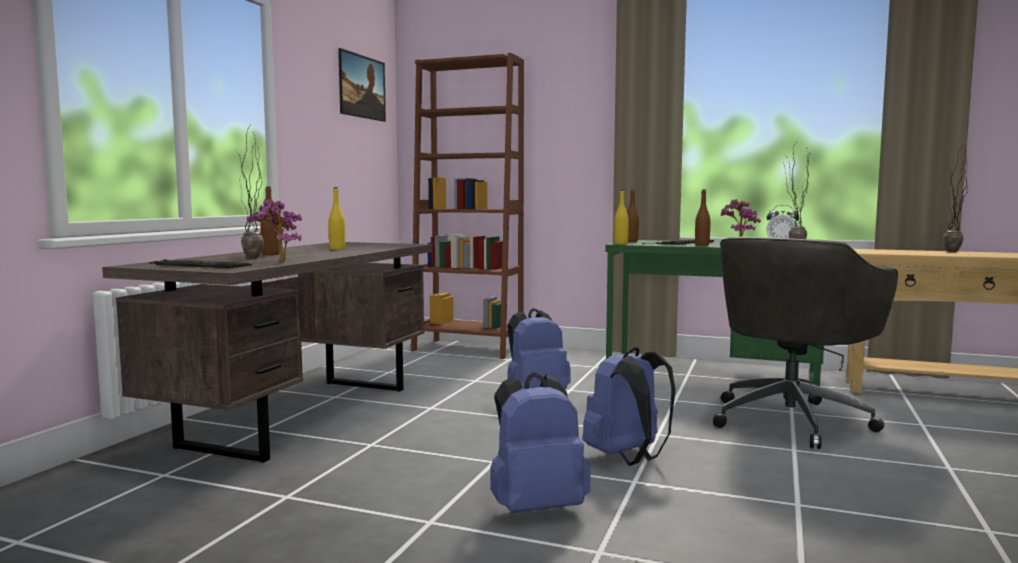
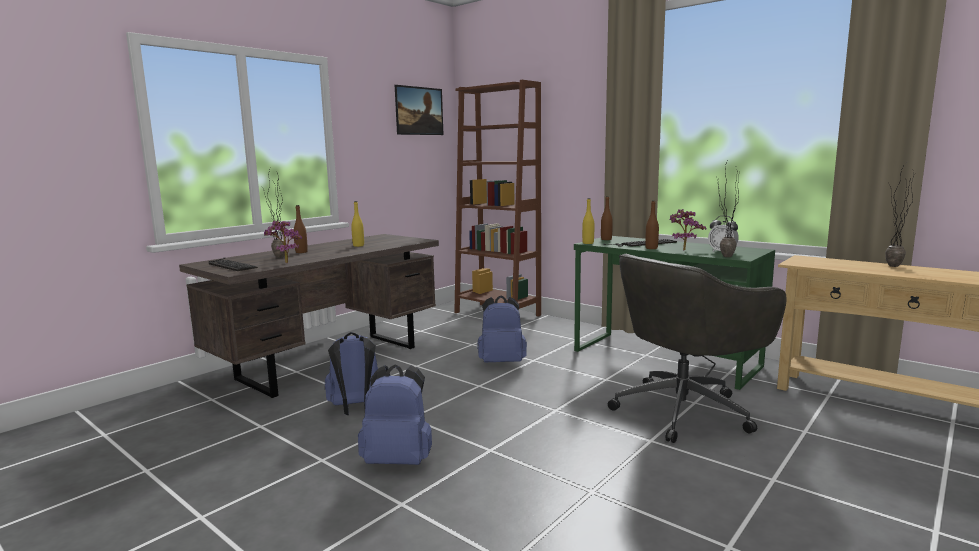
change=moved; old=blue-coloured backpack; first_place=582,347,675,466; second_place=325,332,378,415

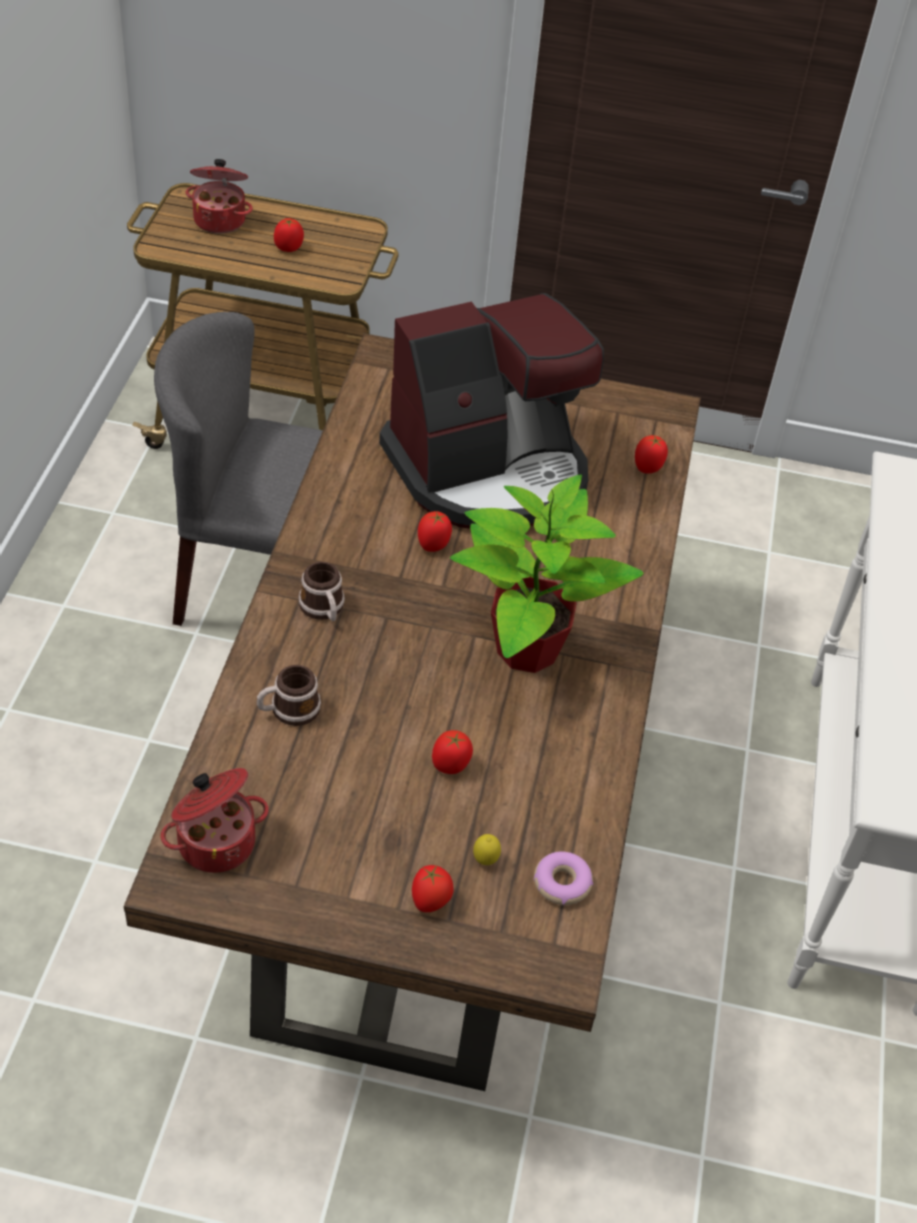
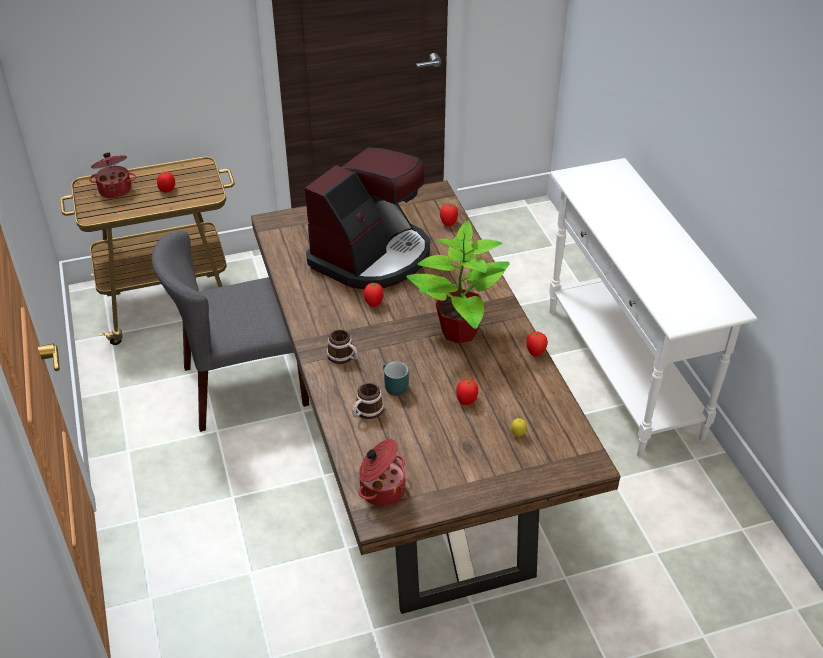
change=added; new=turquoise-coloured tea mug; second_place=383,361,409,396
change=moved; old=whole tomato; first_place=412,865,454,912; second_place=527,331,548,357
change=removed; old=doughnut; first_place=534,851,593,905

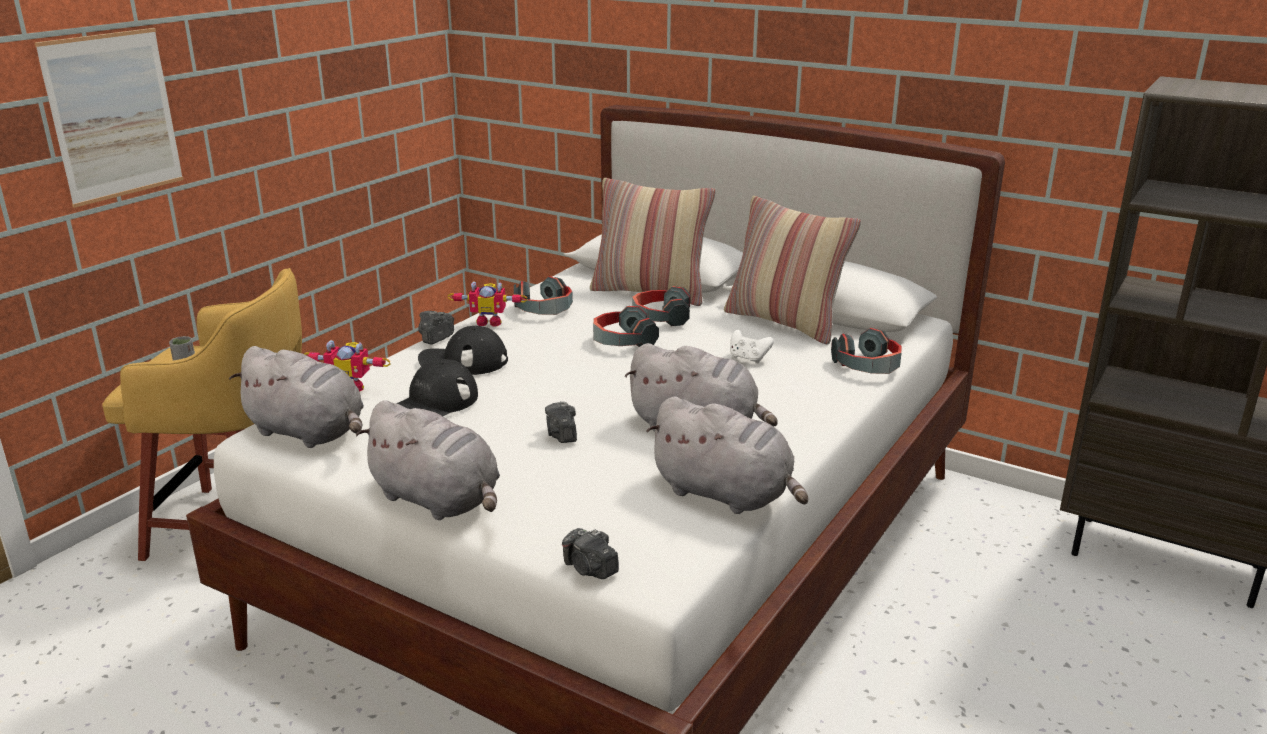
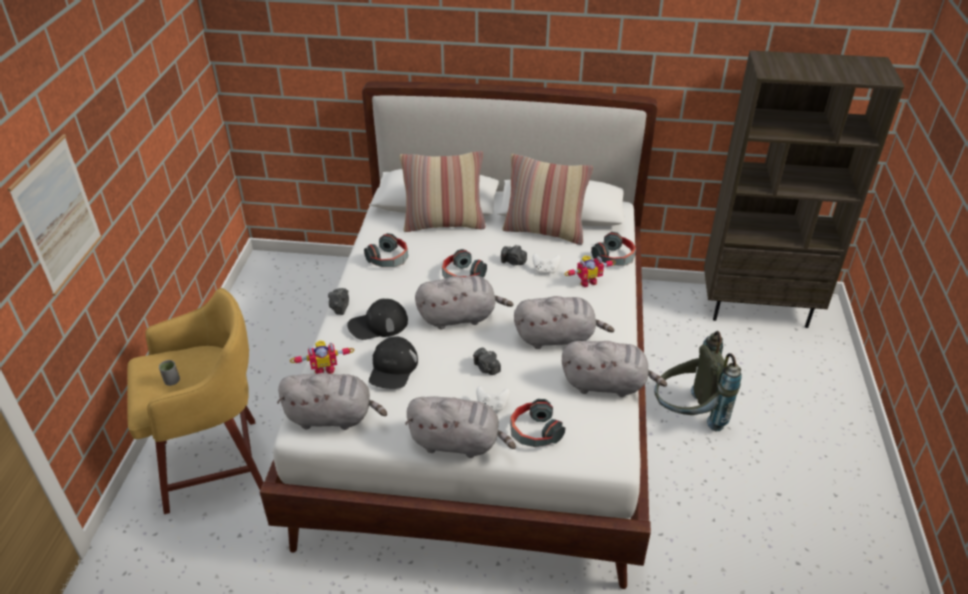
change=added; new=gray cuddly toy; second_place=415,276,513,330
change=added; new=white-coloured joypad; second_place=476,386,510,411
change=moved; old=photo camera; first_place=562,528,619,579; second_place=501,245,527,266
change=moved; old=headset; first_place=632,286,691,326; second_place=510,399,565,447
change=moved; old=toy robot; first_place=448,281,528,326; second_place=565,256,616,287
change=added; new=gray backpack; second_place=654,331,742,432

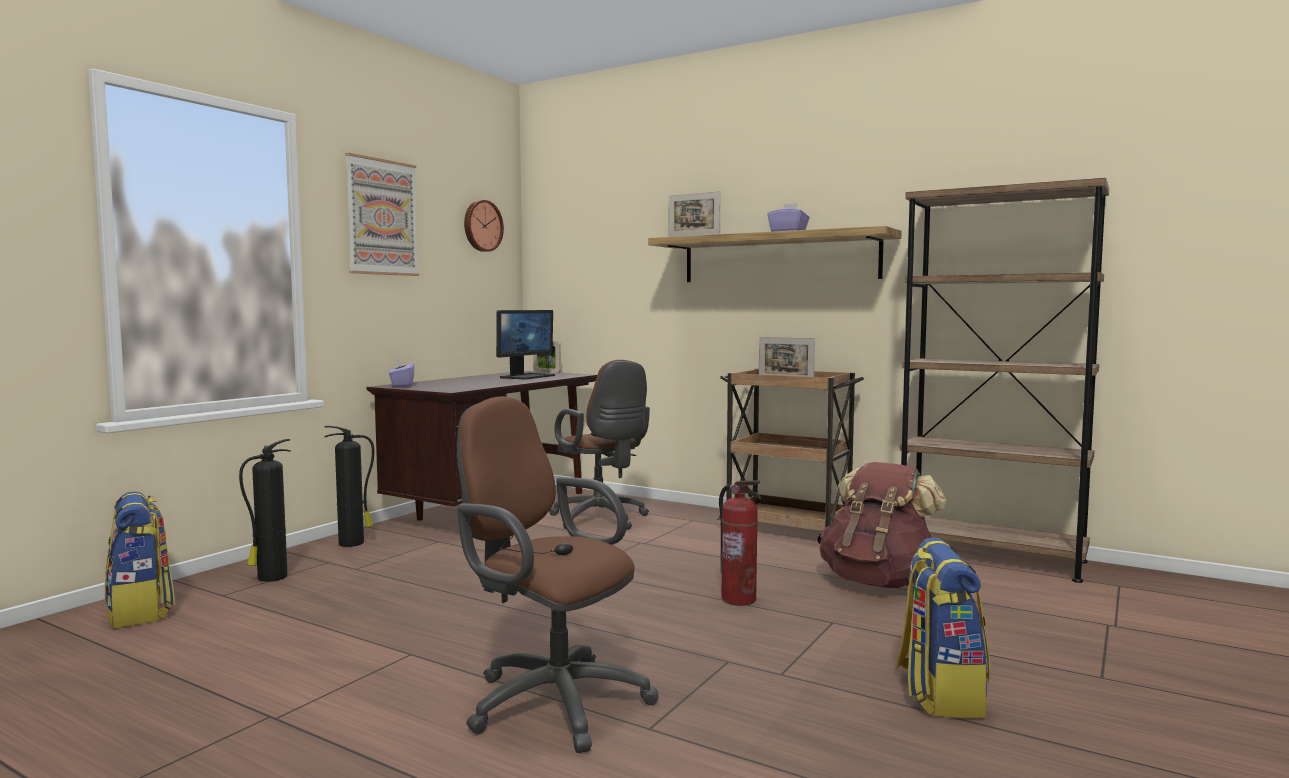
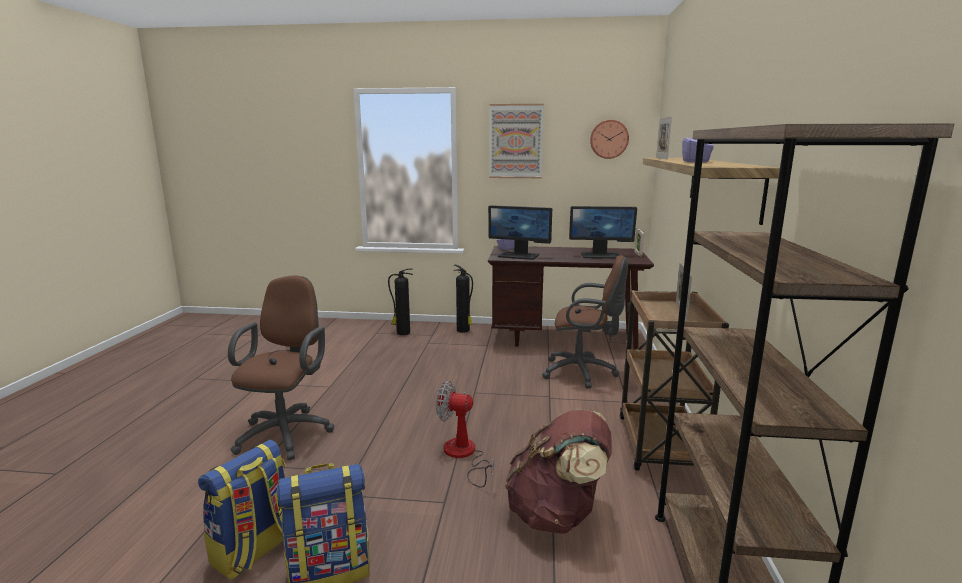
change=moved; old=backpack; first_place=105,491,175,628; second_place=198,440,285,580
change=replaced; old=extinguisher; new=cooling fan; first_place=719,480,761,606; second_place=436,381,494,488
change=added; new=monitor; second_place=488,205,552,260
change=turned; old=brown-coloured office chair; first_place=549,360,650,530; second_place=542,255,628,389; degrees=-105

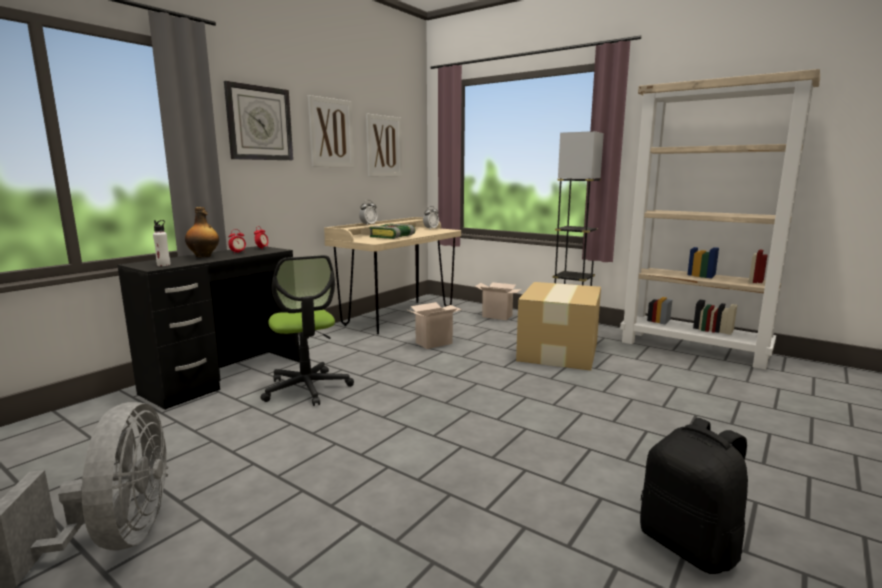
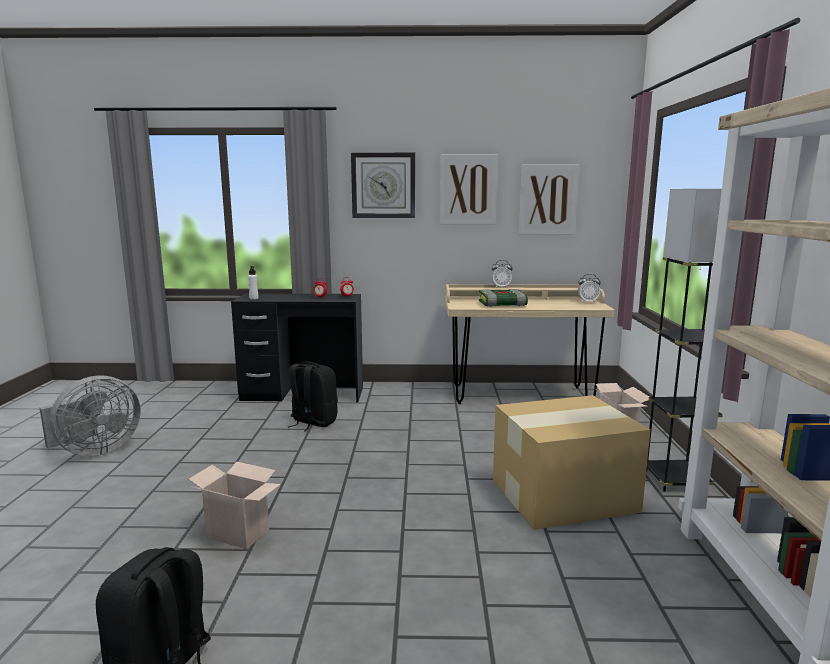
change=moved; old=cardboard box; first_place=406,302,462,349; second_place=189,462,281,549
change=replaced; old=office chair; new=blackish backpack; first_place=261,255,354,406; second_place=288,361,338,432
change=removed; old=beverage bottle; first_place=185,207,219,258

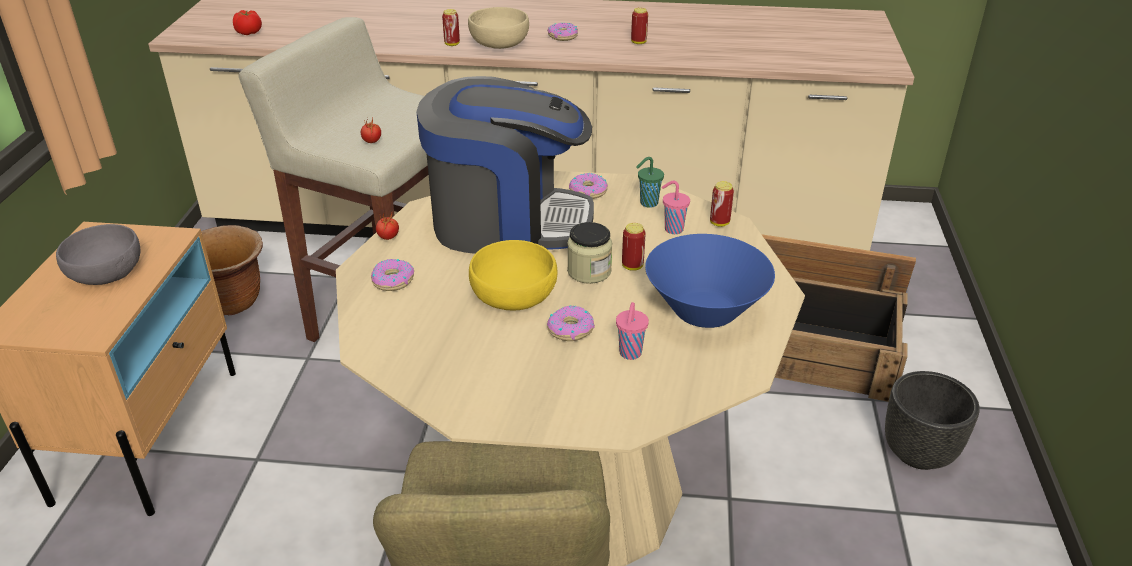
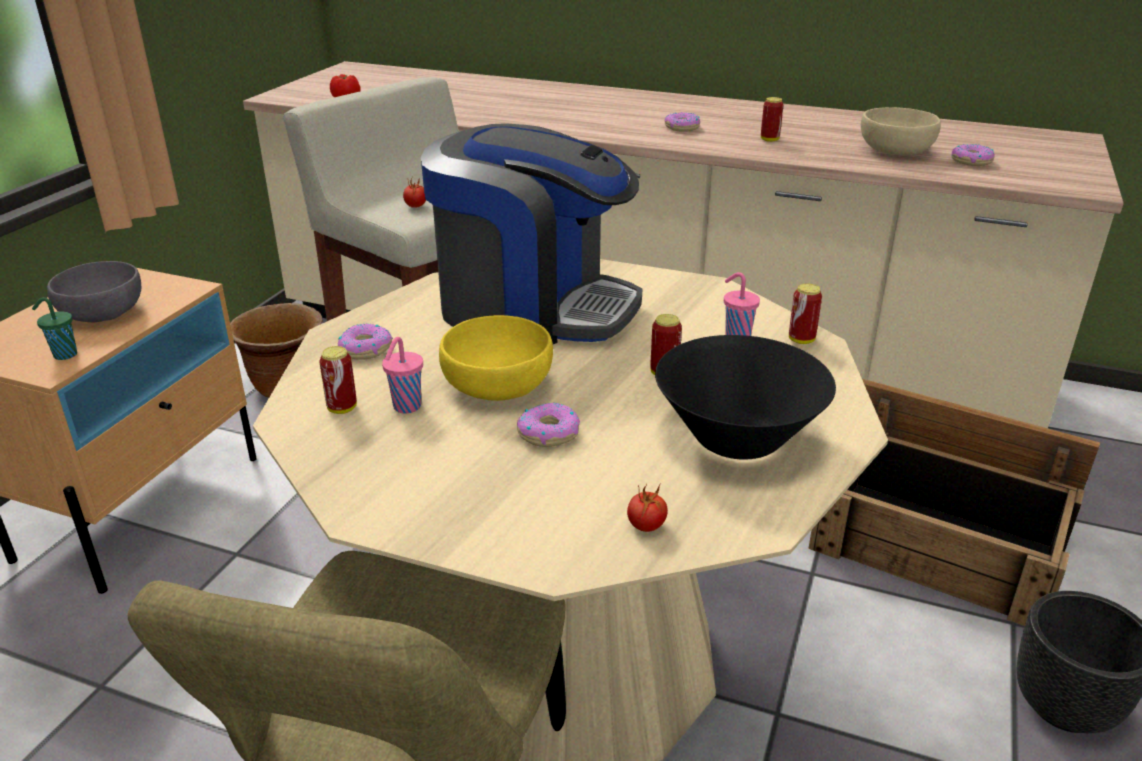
change=moved; old=green small cup; first_place=636,157,664,208; second_place=32,297,77,360
change=moved; old=can; first_place=442,9,460,46; second_place=319,346,357,414
change=moved; old=pink-coloured small cup; first_place=616,302,649,360; second_place=382,337,423,413
change=moved; old=whole tomato; first_place=376,213,399,240; second_place=627,485,668,532
change=recoloured; old=blue-coloured bowl; new=blackish bowl; first_place=645,234,775,328; second_place=655,335,836,460
change=moved; old=sand-coloured bowl; first_place=468,7,529,49; second_place=861,107,941,155
change=moved; old=doughnut; first_place=569,173,608,199; second_place=951,144,995,166
change=removed; old=jar; first_place=567,222,612,284

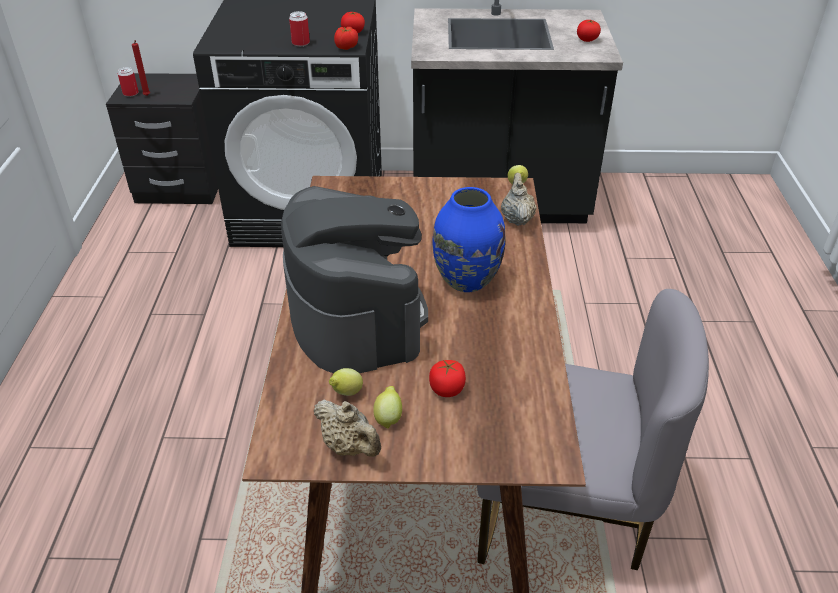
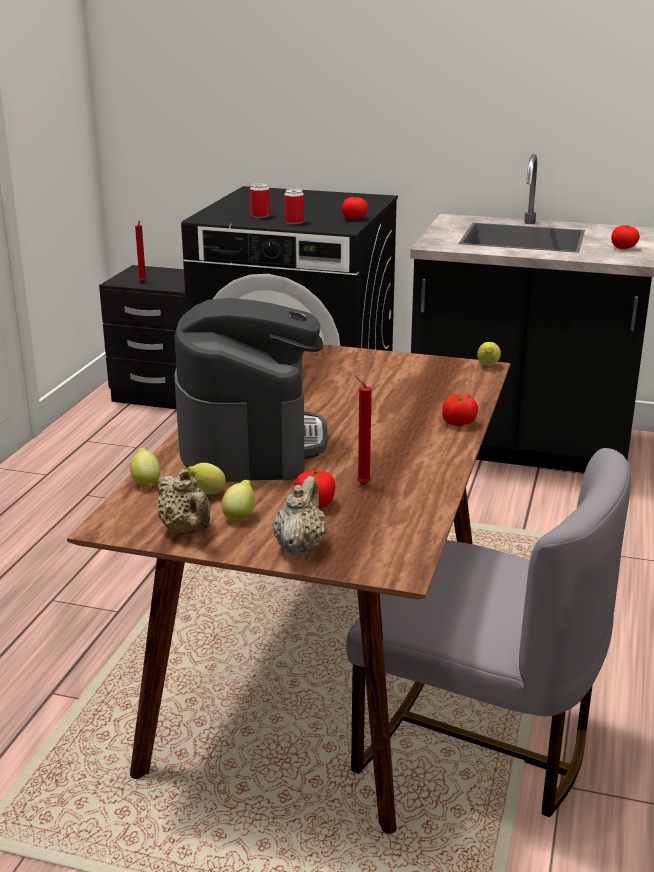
change=added; new=citrus fruit; second_place=130,448,161,488
change=moved; old=can; first_place=118,67,139,97; second_place=250,183,270,218
change=moved; old=sand-coloured tea pot; first_place=501,172,537,226; second_place=273,476,327,556
change=added; new=reddish candle; second_place=354,375,372,485
change=moved; old=whole tomato; first_place=334,27,358,50; second_place=442,394,478,427
change=removed; old=blue-coloured flower vase; first_place=432,187,505,292

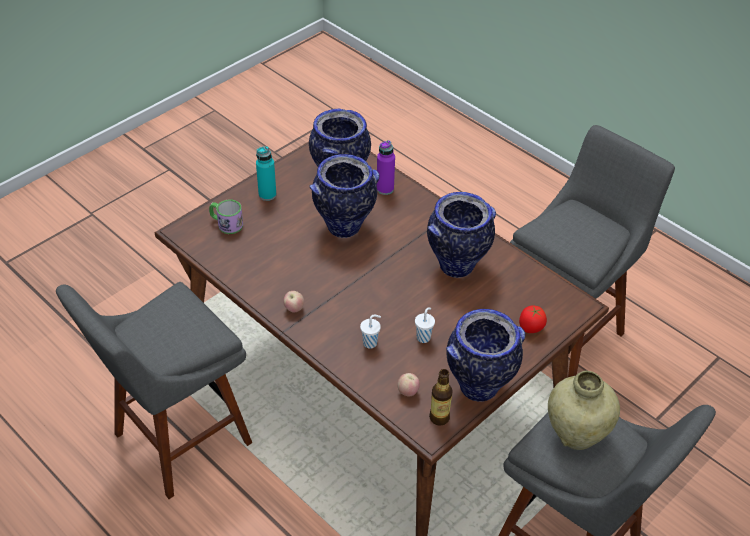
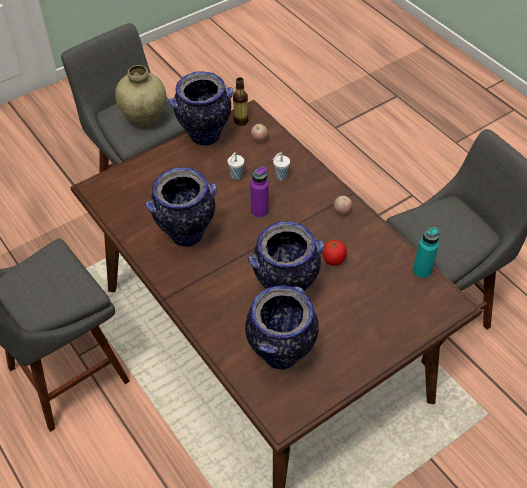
change=moved; old=purple-coloured beverage bottle; first_place=377,140,395,195; second_place=250,167,269,218
change=moved; old=whole tomato; first_place=519,305,547,333; second_place=322,240,347,266
change=moved; old=turquoise-coloured beverage bottle; first_place=256,146,276,201; second_place=413,227,440,279
change=removed; old=tea mug; first_place=209,199,243,234

